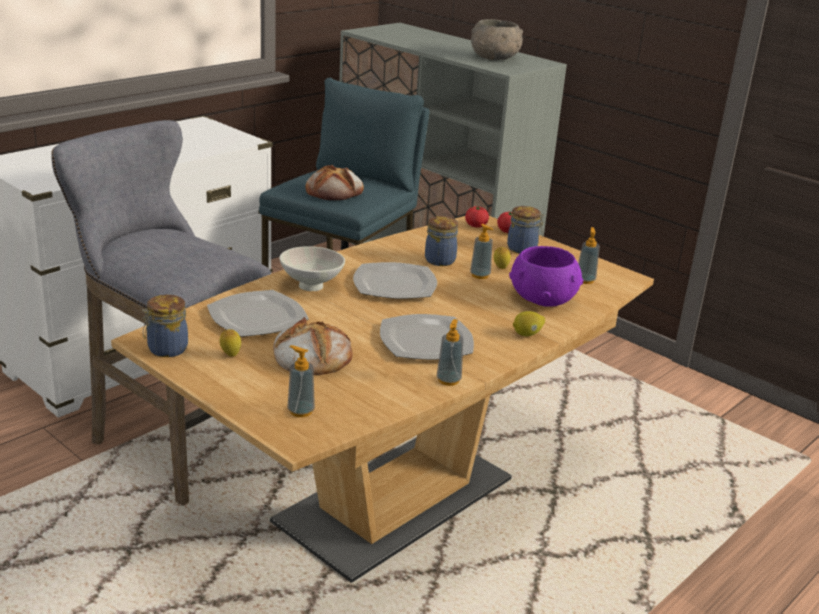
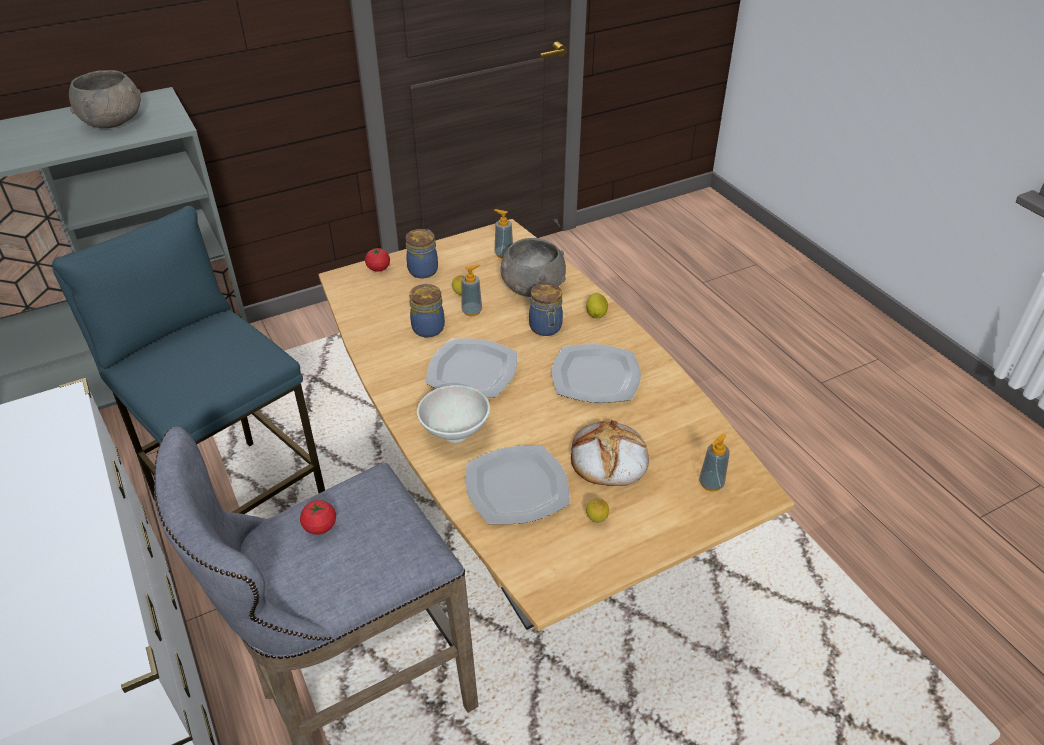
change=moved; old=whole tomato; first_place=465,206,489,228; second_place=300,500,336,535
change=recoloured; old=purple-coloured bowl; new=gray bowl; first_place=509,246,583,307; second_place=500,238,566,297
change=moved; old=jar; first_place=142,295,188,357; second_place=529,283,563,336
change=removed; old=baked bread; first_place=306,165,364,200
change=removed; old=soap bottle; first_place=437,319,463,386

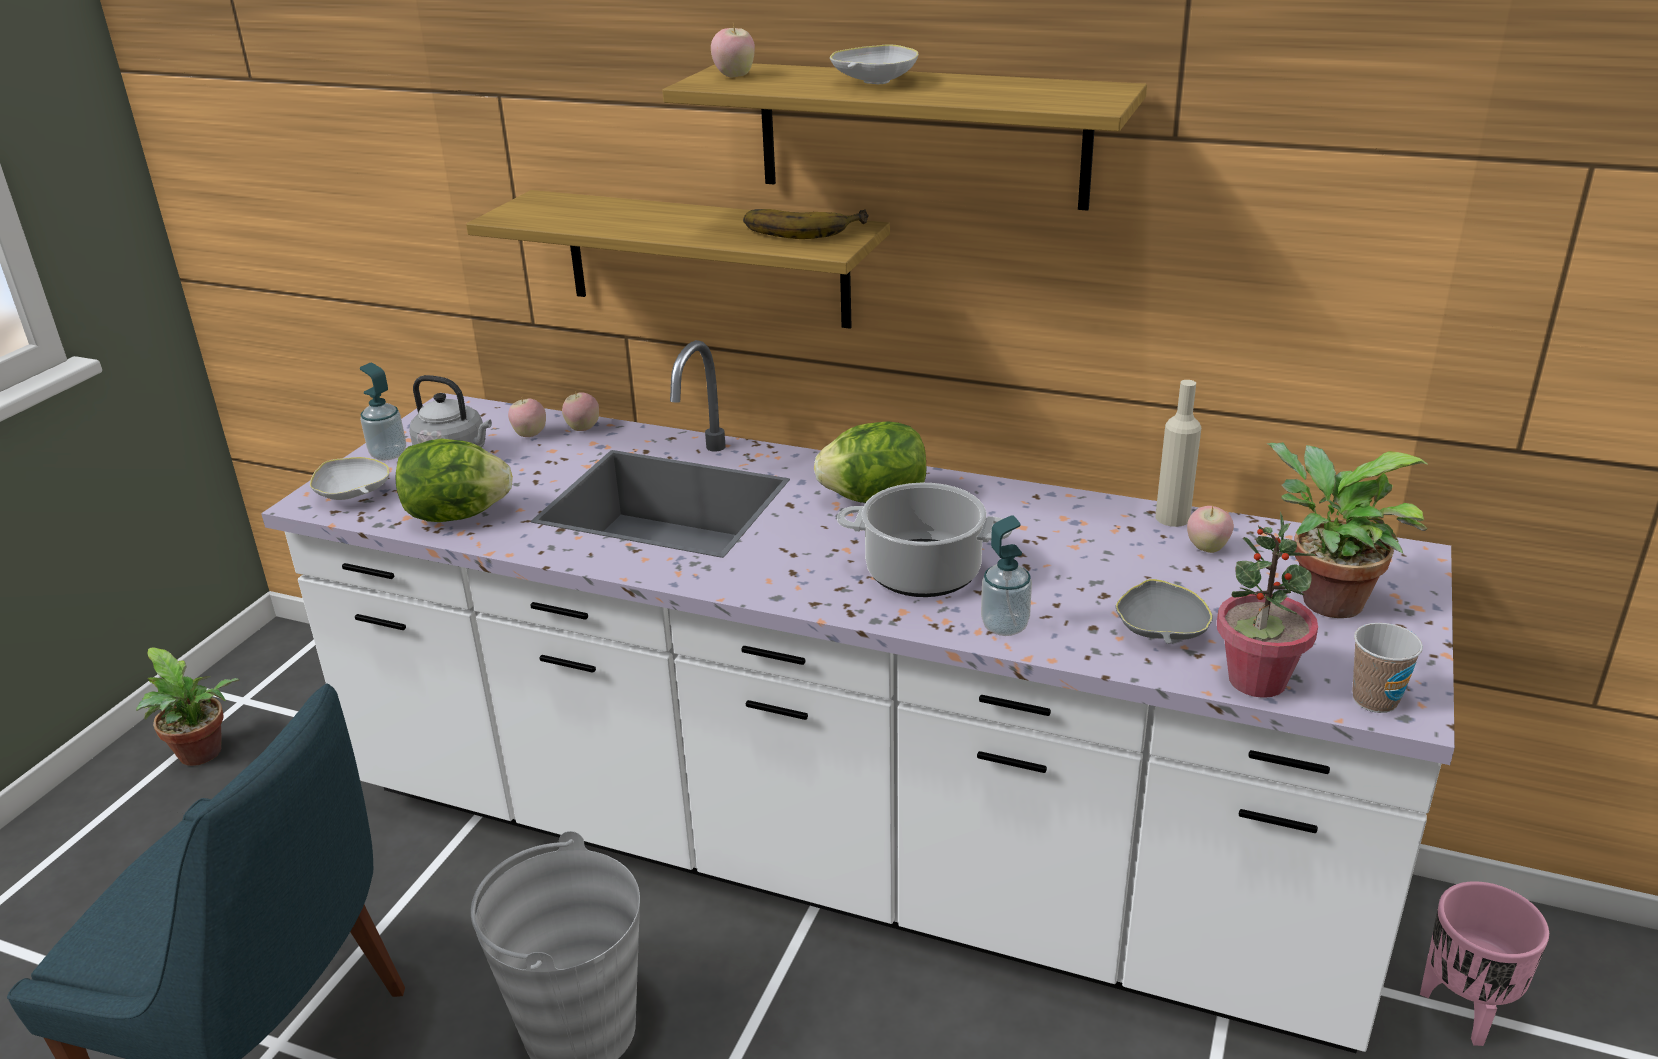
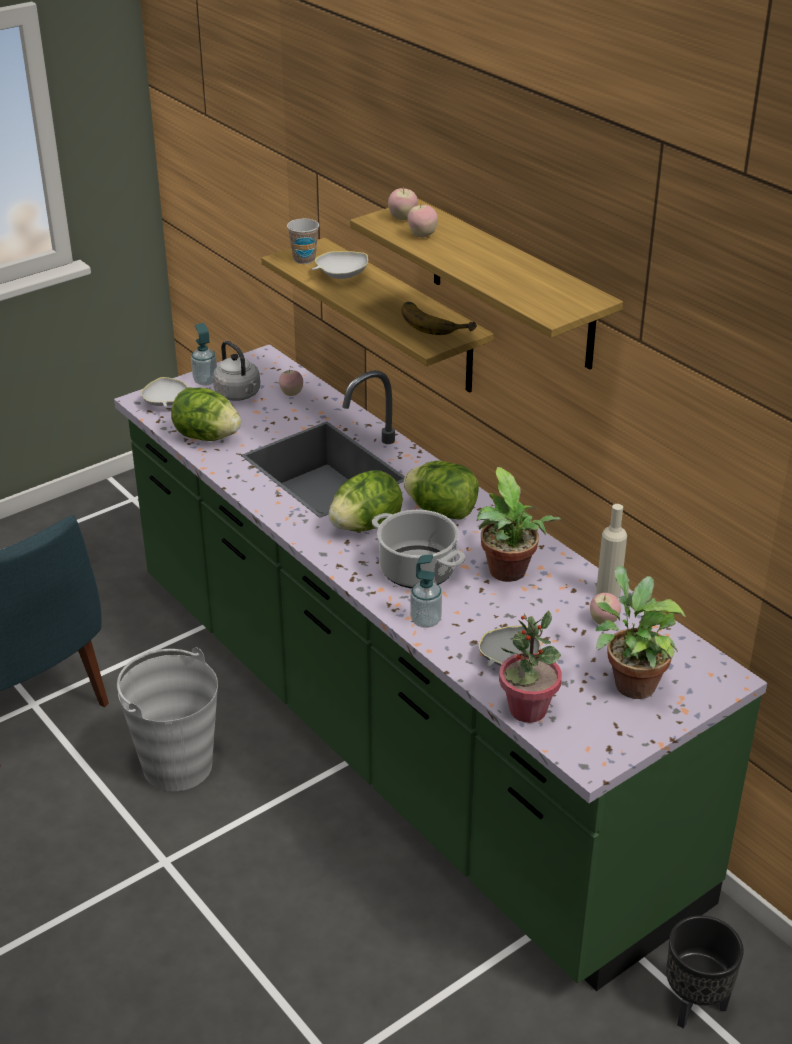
change=recoloured; old=white-coloured kitchen base unit; new=green kitchen base unit; first_place=261,340,1455,1053; second_place=114,344,767,991
change=moved; old=small cup; first_place=1352,623,1423,713; second_place=287,219,319,264
change=moved; old=white-coloured bowl; first_place=830,44,919,84; second_place=312,251,368,279
change=added; new=lettuce head; second_place=328,470,403,532
change=moved; old=apple fruit; first_place=562,392,599,431; second_place=407,205,438,237
change=moved; old=potted plant; first_place=136,647,239,766; second_place=477,467,561,582
change=recoloured; old=pink-coloured plant pot; new=blackish plant pot; first_place=1420,881,1549,1046; second_place=666,915,744,1029

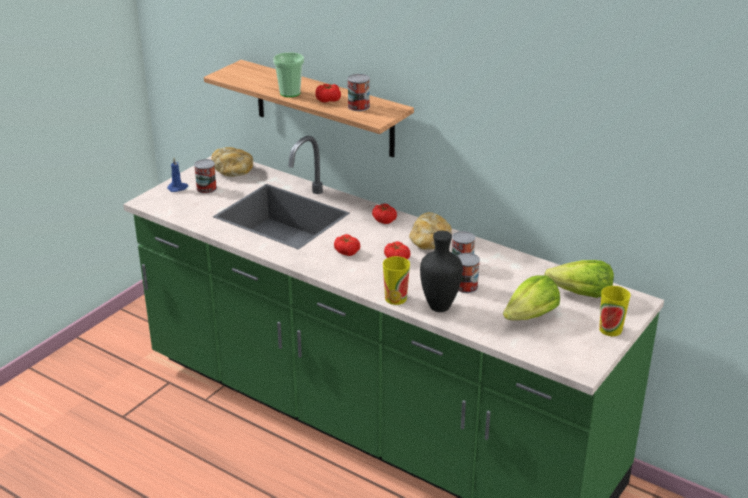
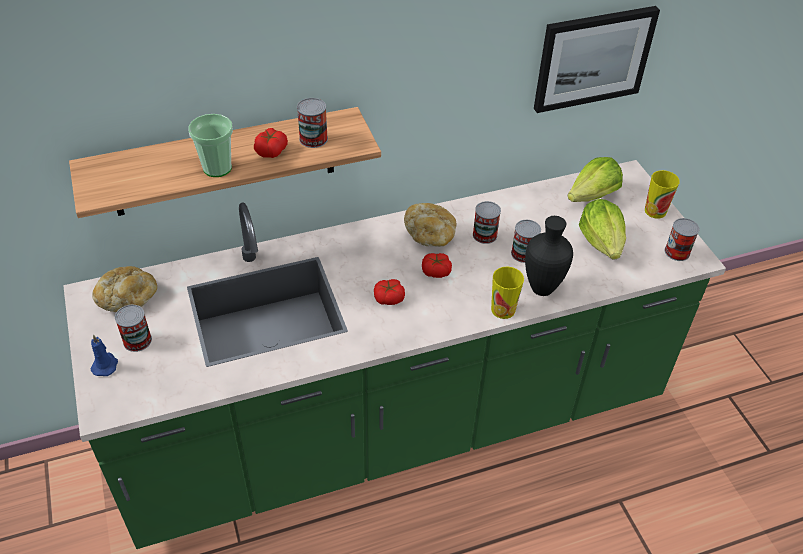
change=added; new=wall picture; second_place=534,6,660,113
change=added; new=can; second_place=665,218,699,261
change=removed; old=whole tomato; first_place=372,203,397,224

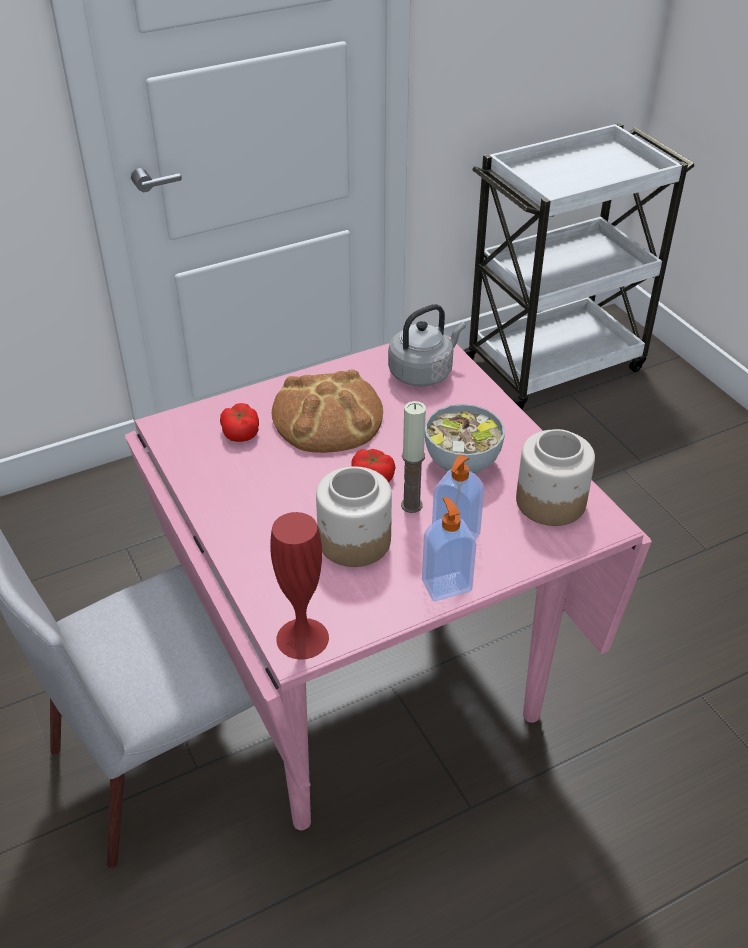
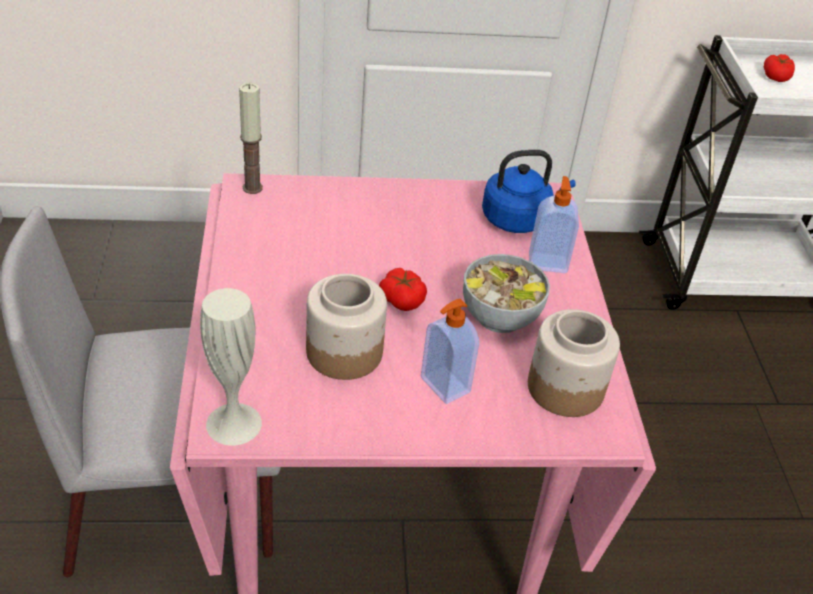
change=recoloured; old=reddish flower vase; new=white-coloured flower vase; first_place=270,512,329,660; second_place=200,288,262,446
change=moved; old=candle; first_place=401,401,426,513; second_place=239,83,263,194
change=recoloured; old=gray tea kettle; new=blue-coloured tea kettle; first_place=388,304,466,387; second_place=482,150,576,233
change=moved; old=soap bottle; first_place=422,497,477,601; second_place=529,176,579,273
change=moved; old=whole tomato; first_place=220,403,259,442; second_place=764,54,795,82
change=removed; old=baked bread; first_place=272,369,383,453

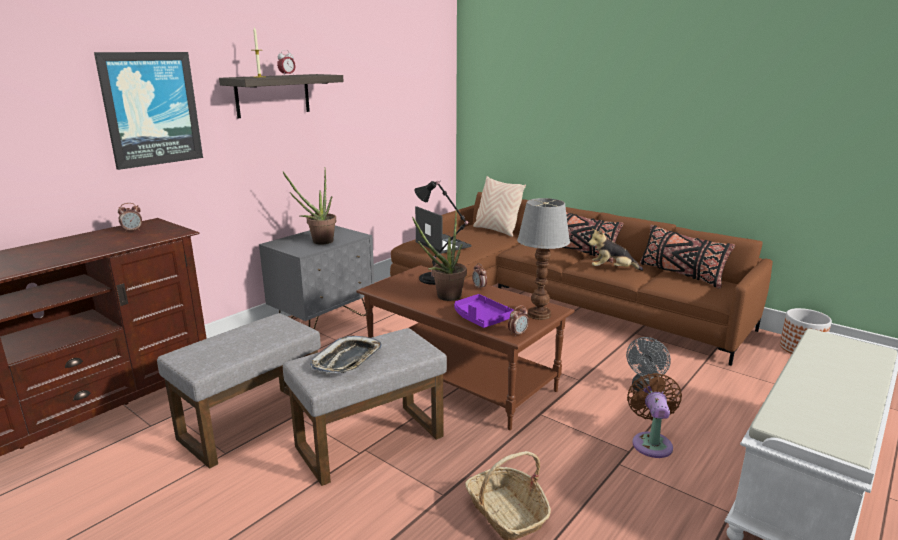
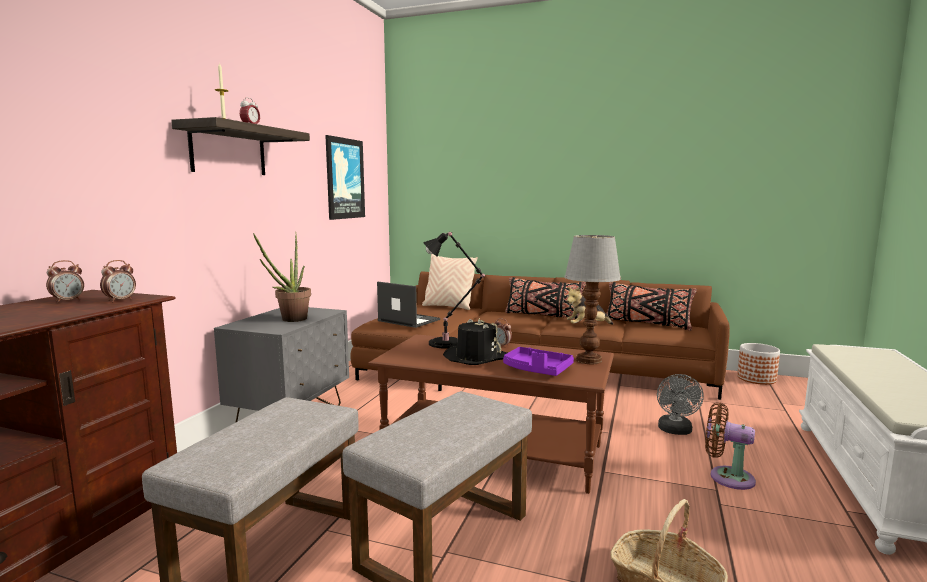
change=moved; old=alarm clock; first_place=508,305,529,337; second_place=100,260,136,302
change=moved; old=wall picture; first_place=94,52,203,170; second_place=325,135,365,220
change=replaced; old=potted plant; new=blackish clothing hat; first_place=412,210,467,301; second_place=443,318,507,365
change=turned; old=brown-coloured cooling fan; first_place=627,373,682,458; second_place=705,403,756,490; degrees=-45
change=removed; old=serving tray; first_place=310,336,382,373

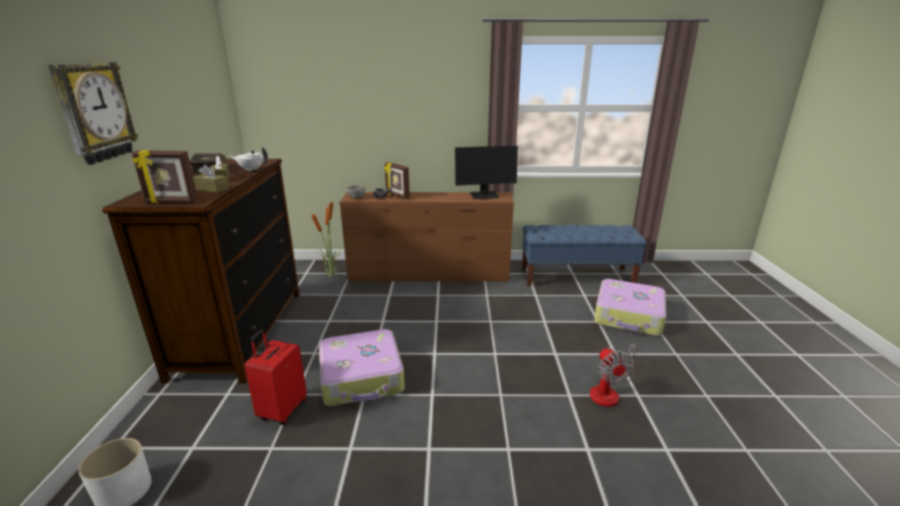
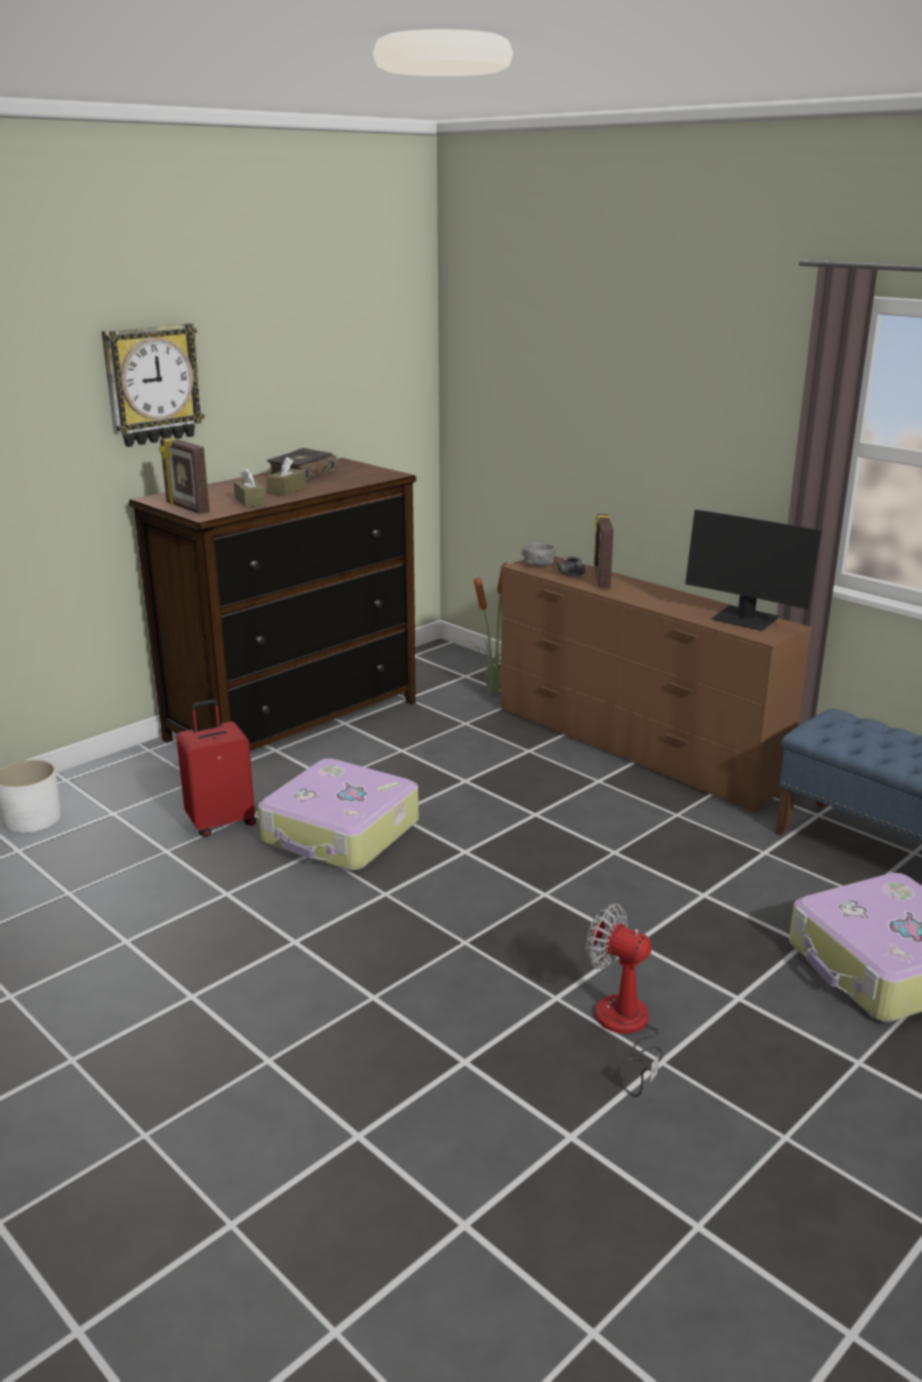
change=turned; old=cooling fan; first_place=590,344,636,407; second_place=586,903,663,1097; degrees=90
change=removed; old=white-coloured tea pot; first_place=230,147,268,171

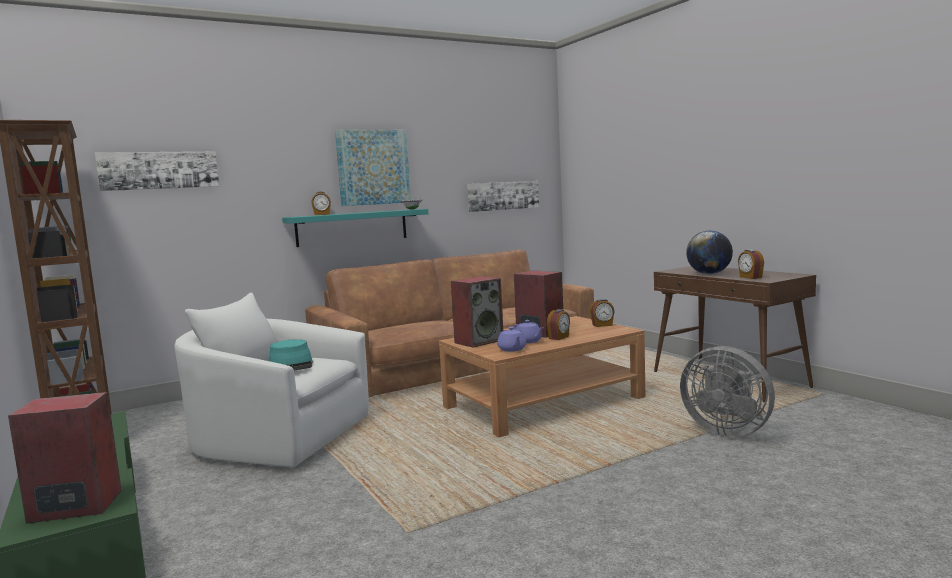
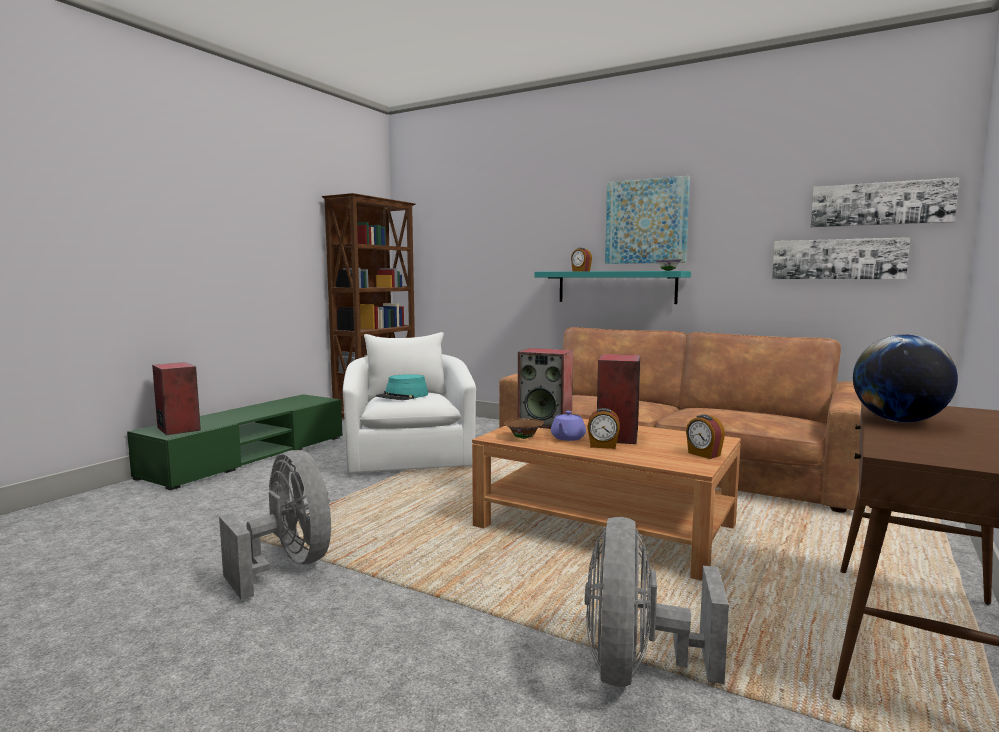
change=added; new=gray cooling fan; second_place=219,450,331,600
change=replaced; old=purple-coloured tea pot; new=brown-coloured bowl; first_place=497,327,527,352; second_place=504,418,544,439
change=moved; old=wall picture; first_place=95,151,219,191; second_place=811,177,959,227
change=removed; old=alarm clock; first_place=738,249,764,279

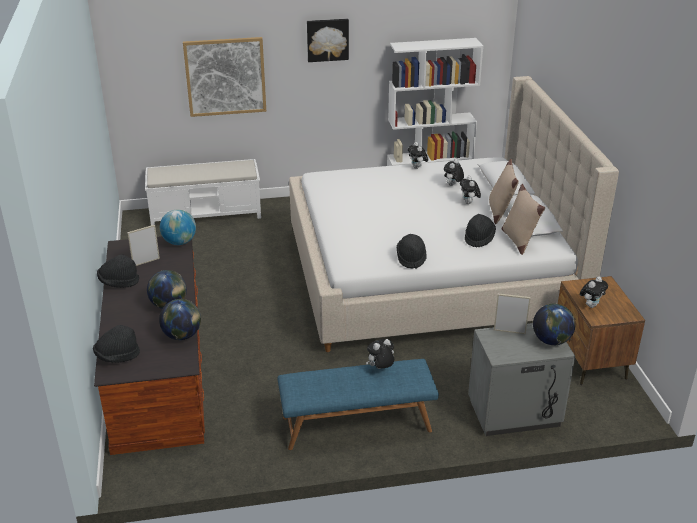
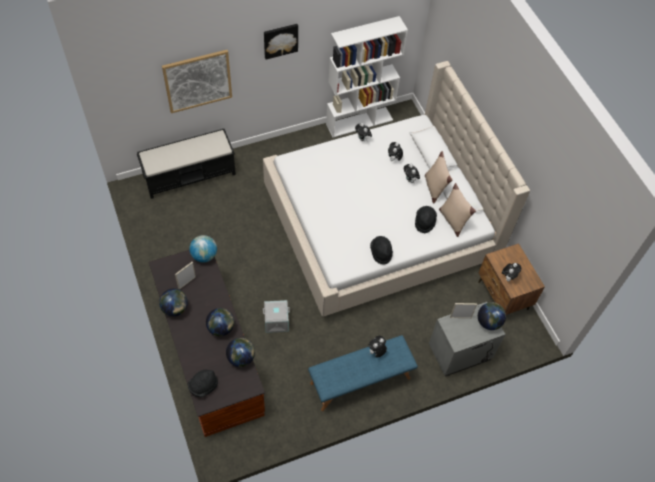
change=recoloured; old=white-coloured bench; new=blackish bench; first_place=145,159,261,225; second_place=137,129,236,199
change=replaced; old=blackish clothing hat; new=desk globe; first_place=97,255,139,288; second_place=159,289,188,317
change=added; new=gray storage container; second_place=263,300,290,333

